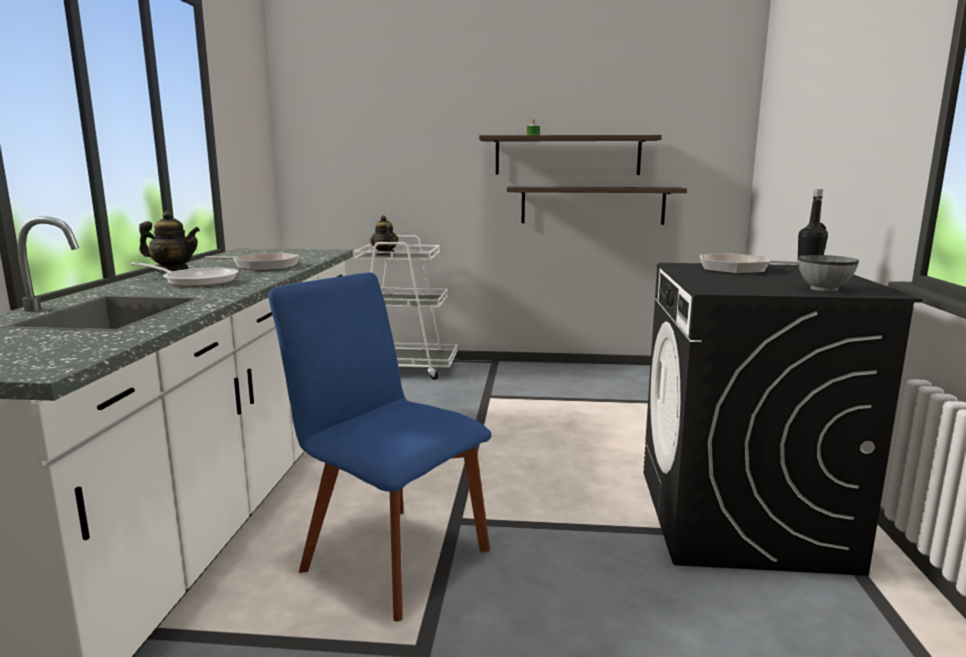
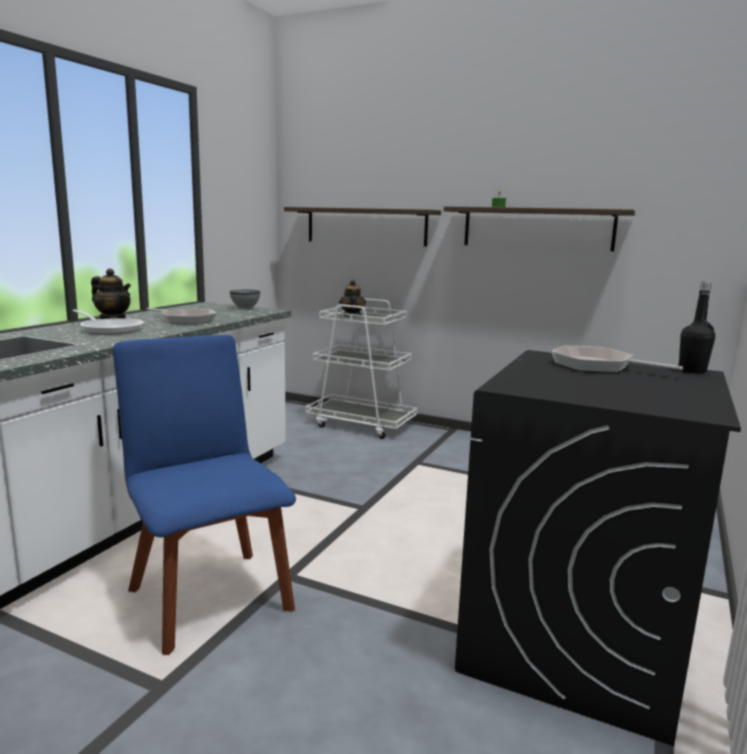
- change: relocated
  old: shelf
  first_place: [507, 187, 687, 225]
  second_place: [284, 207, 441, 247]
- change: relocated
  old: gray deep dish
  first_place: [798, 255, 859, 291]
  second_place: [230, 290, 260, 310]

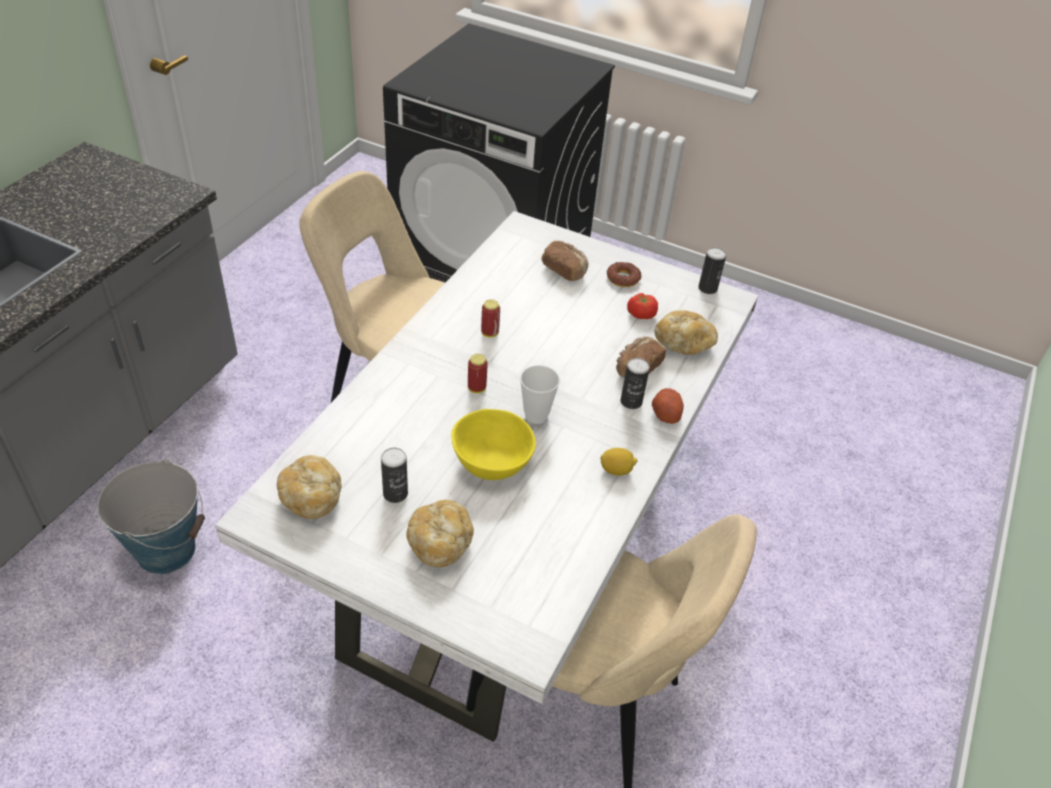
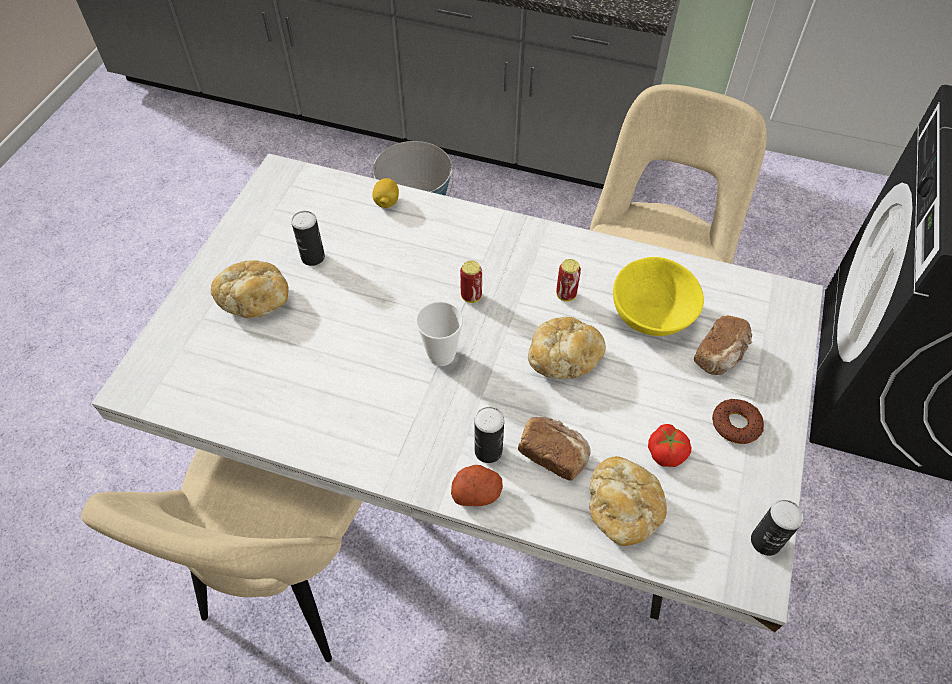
- change: relocated
  old: yellow deep dish
  first_place: [451, 409, 536, 480]
  second_place: [613, 257, 704, 336]
- change: relocated
  old: citrus fruit
  first_place: [600, 448, 637, 476]
  second_place: [372, 178, 399, 208]
- change: relocated
  old: baked bread
  first_place: [277, 455, 342, 519]
  second_place: [528, 317, 606, 379]

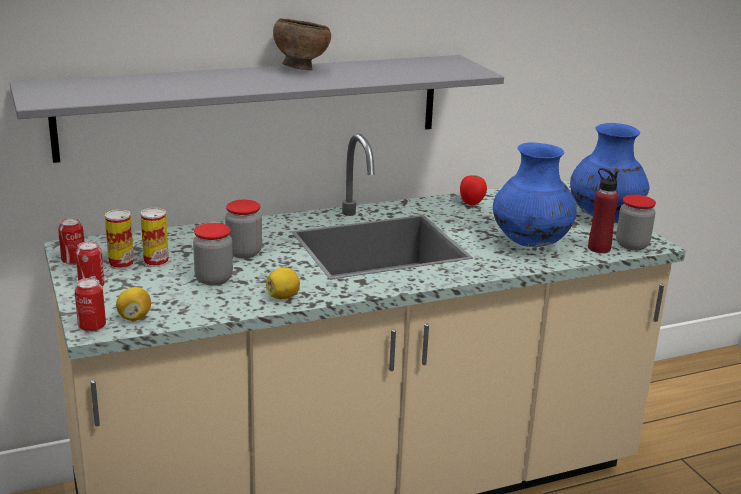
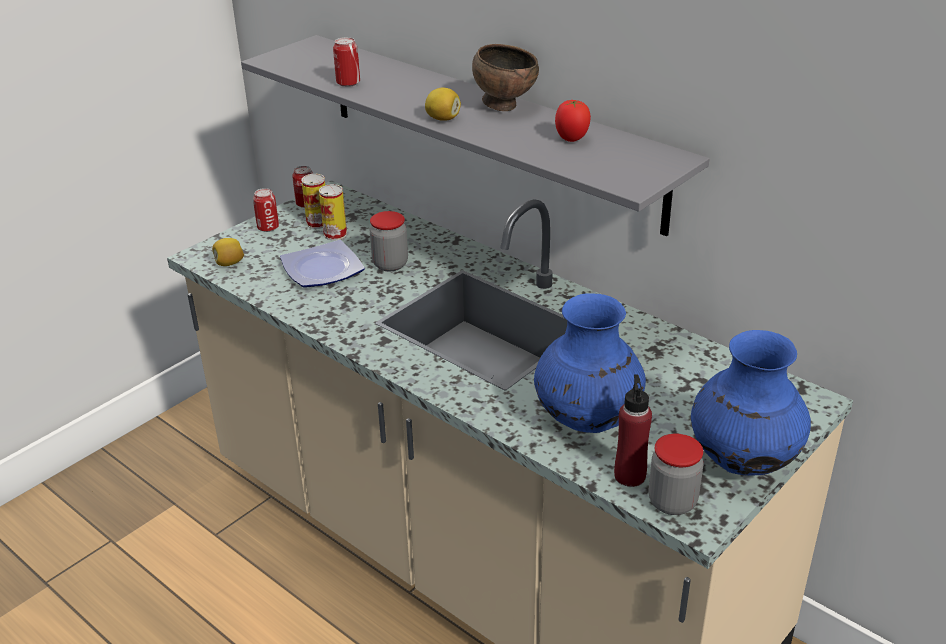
- change: relocated
  old: fresh tomato
  first_place: [460, 175, 487, 205]
  second_place: [555, 100, 591, 142]
- change: exchanged
  old: preserve jar
  new: plate
  first_place: [193, 223, 233, 286]
  second_place: [280, 240, 365, 288]
- change: relocated
  old: citrus fruit
  first_place: [266, 267, 300, 299]
  second_place: [425, 88, 461, 121]
- change: relocated
  old: can
  first_place: [75, 278, 106, 332]
  second_place: [333, 37, 360, 87]

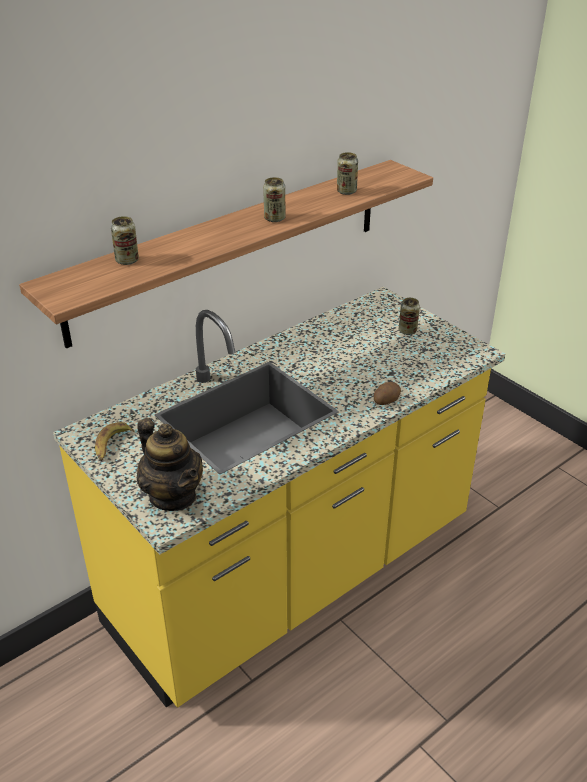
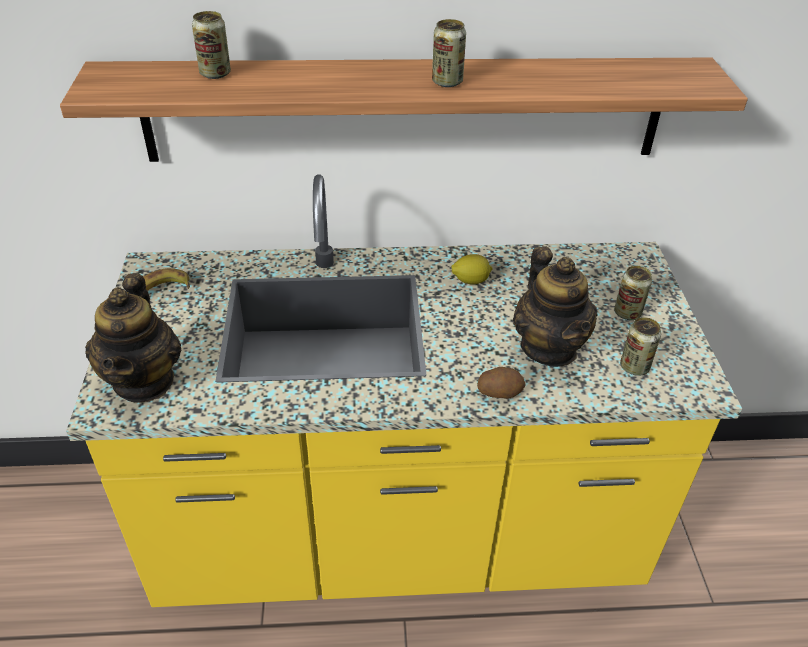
- change: relocated
  old: can
  first_place: [337, 152, 358, 195]
  second_place: [620, 317, 661, 376]
- change: appeared
  new: tea pot
  second_place: [513, 246, 598, 367]
- change: appeared
  new: citrus fruit
  second_place: [451, 254, 493, 285]

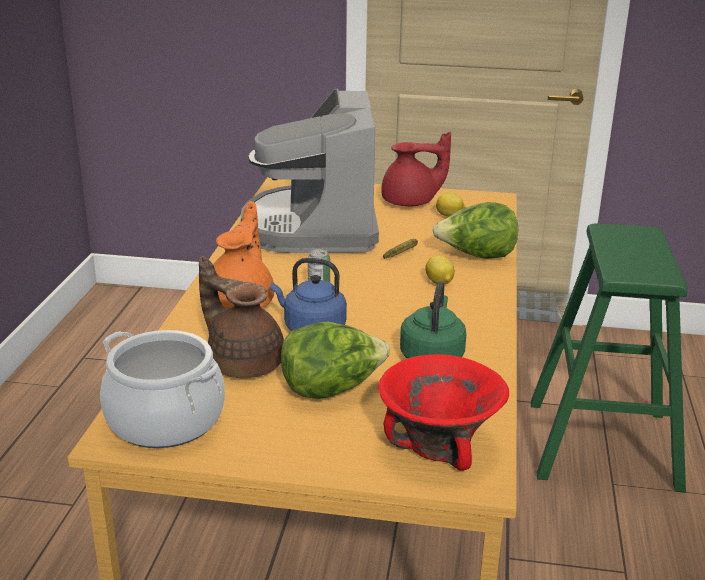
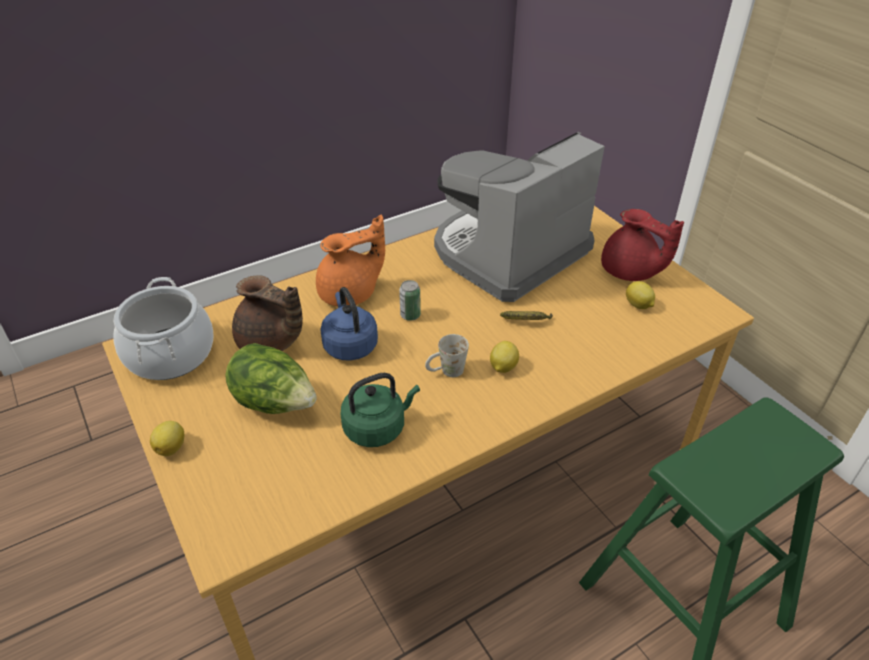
- change: missing
  old: lettuce
  first_place: [432, 202, 518, 259]
- change: spun
  old: brownish tea pot
  first_place: [199, 256, 284, 378]
  second_place: [232, 275, 303, 351]
  degrees: 120
- change: missing
  old: red-coloured deep dish
  first_place: [378, 354, 509, 471]
- change: appeared
  new: white coffee mug
  second_place: [425, 334, 469, 377]
- change: appeared
  new: citrus fruit
  second_place: [150, 421, 184, 456]

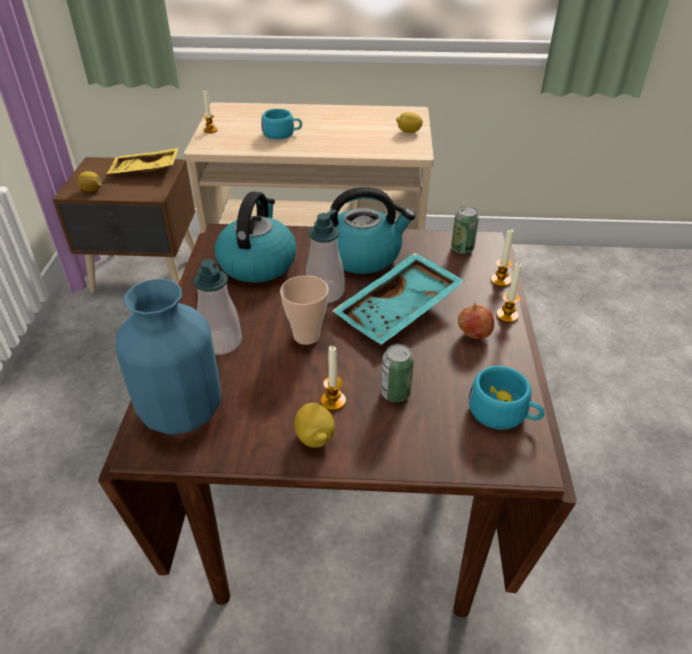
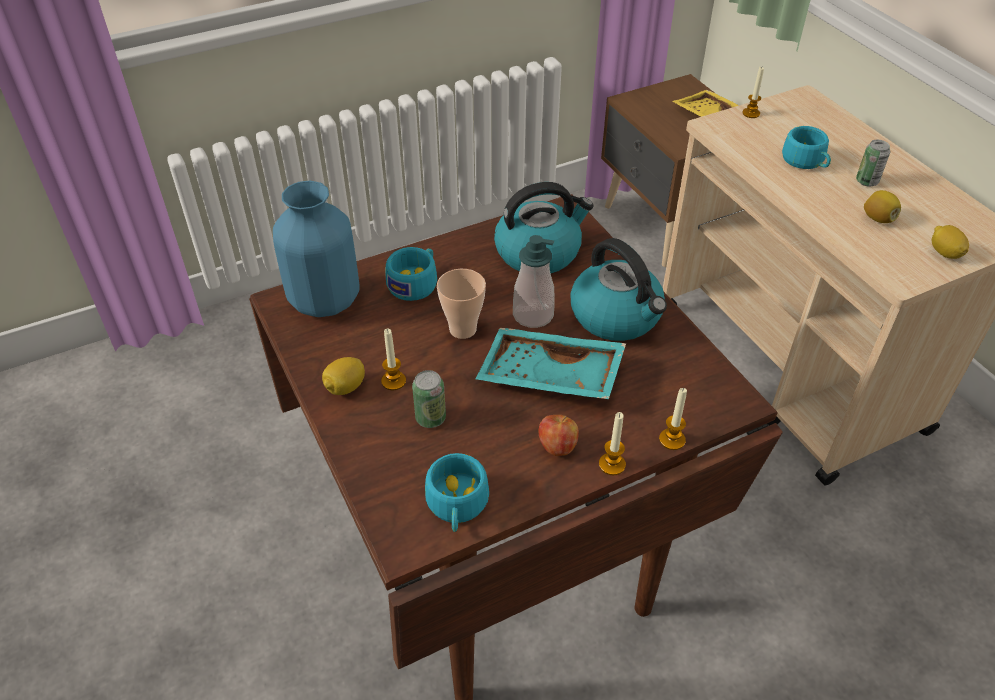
- change: relocated
  old: citrus fruit
  first_place: [79, 171, 101, 192]
  second_place: [864, 190, 901, 223]
- change: relocated
  old: can
  first_place: [451, 206, 479, 254]
  second_place: [856, 140, 890, 187]
- change: exchanged
  old: soap dispenser
  new: turquoise small cup
  first_place: [193, 259, 242, 355]
  second_place: [386, 247, 437, 301]

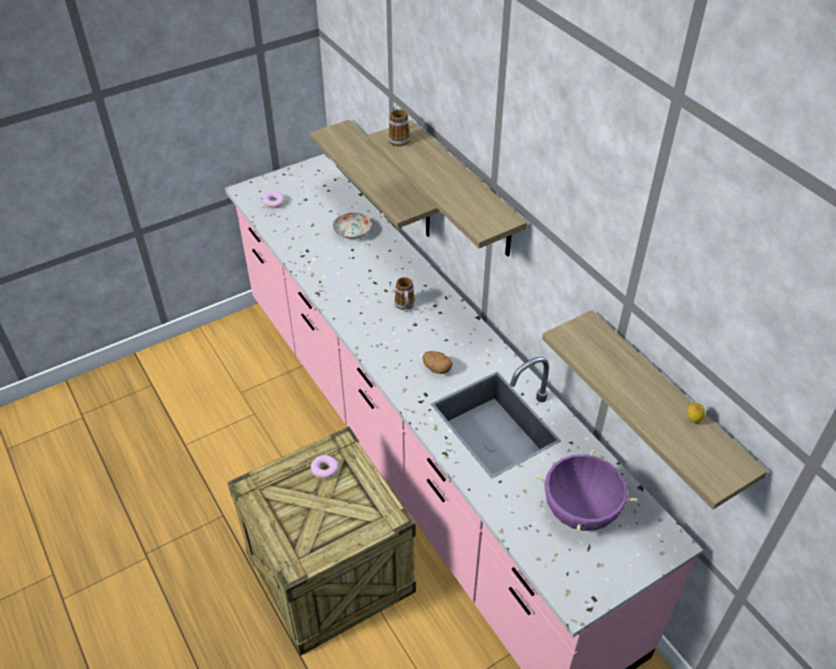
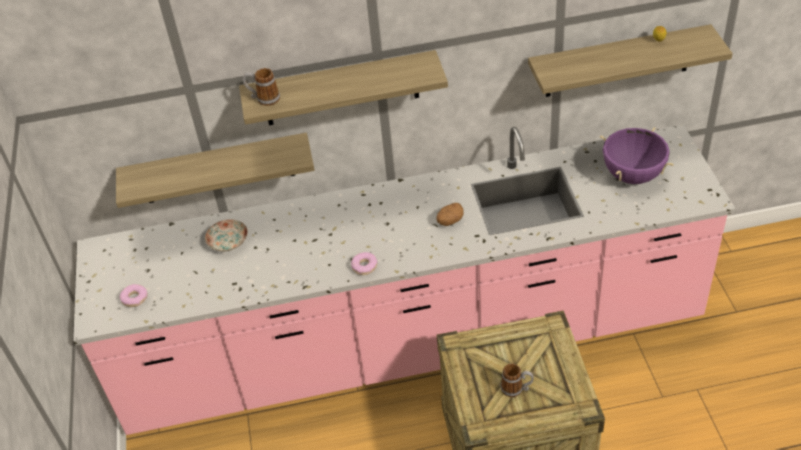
- change: relocated
  old: coffee mug
  first_place: [394, 277, 415, 312]
  second_place: [501, 363, 534, 397]
- change: relocated
  old: donut
  first_place: [311, 455, 338, 479]
  second_place: [351, 252, 377, 275]

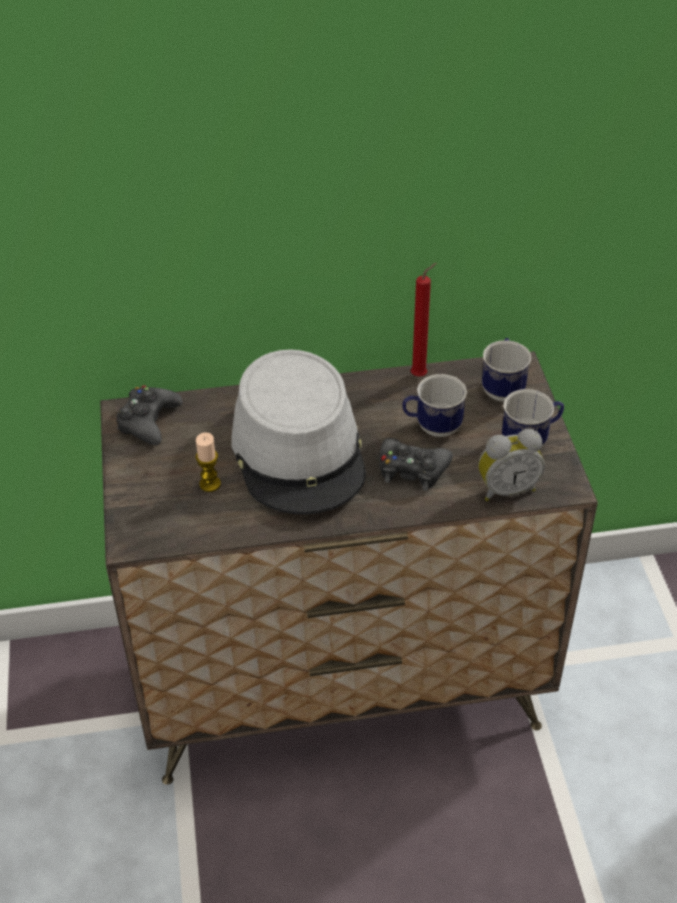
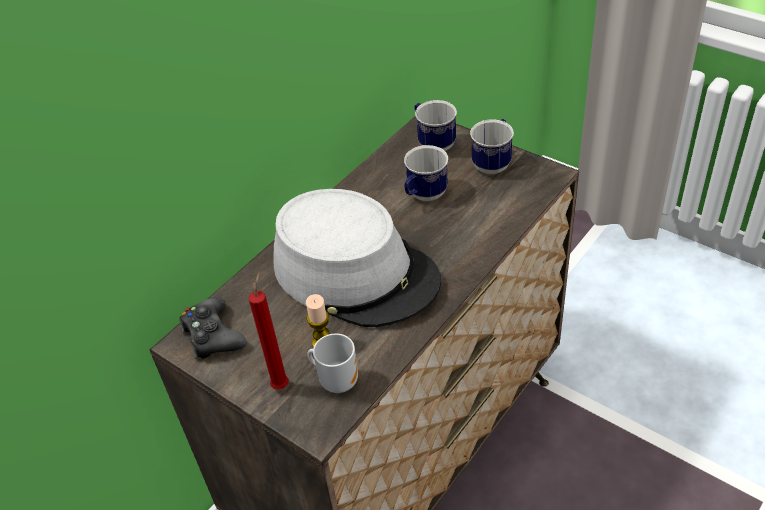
- change: relocated
  old: red-coloured candle
  first_place: [411, 263, 436, 376]
  second_place: [248, 272, 289, 389]
- change: missing
  old: bedside clock
  first_place: [478, 429, 545, 501]
- change: missing
  old: blackish gamepad
  first_place: [379, 438, 453, 491]
- change: appeared
  new: coffee mug
  second_place: [307, 334, 358, 393]

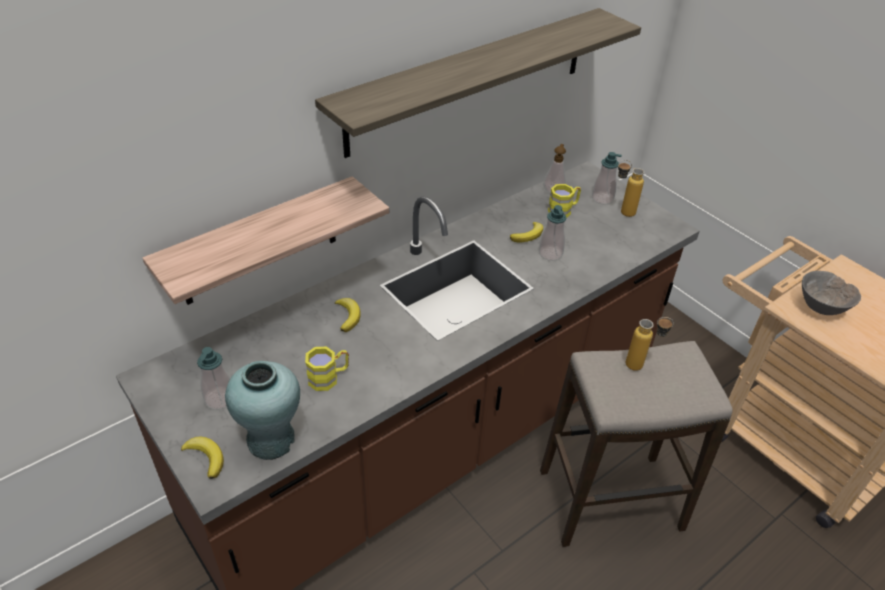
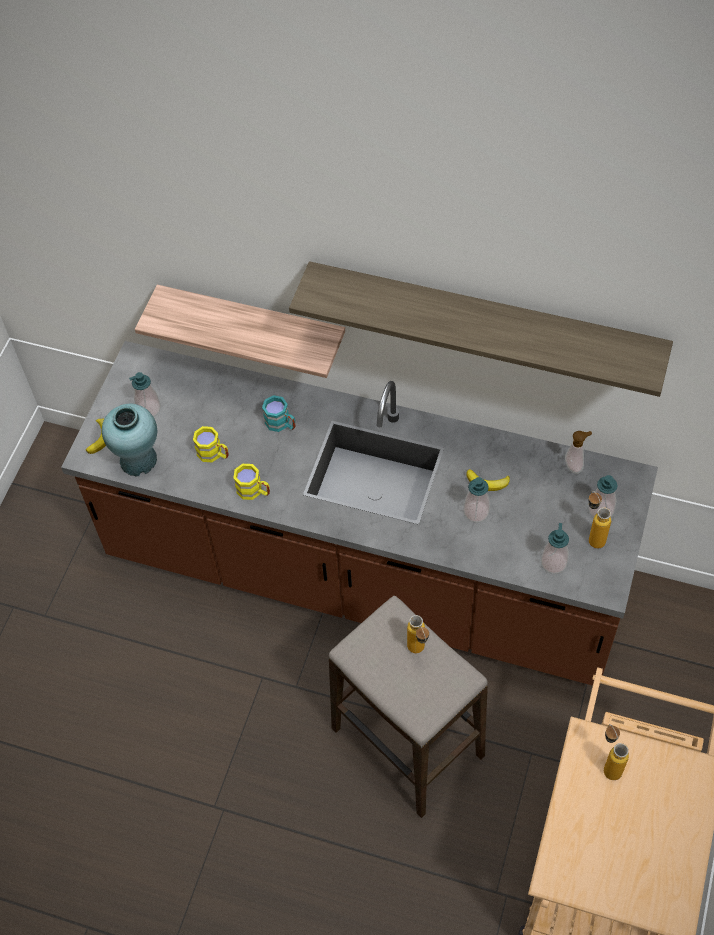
- change: relocated
  old: yellow coffee mug
  first_place: [548, 184, 581, 218]
  second_place: [233, 464, 270, 500]
- change: exchanged
  old: gray deep dish
  new: drink bottle
  first_place: [802, 271, 861, 315]
  second_place: [604, 724, 629, 780]
- change: exchanged
  old: banana fruit
  new: turquoise coffee mug
  first_place: [335, 298, 361, 332]
  second_place: [262, 395, 295, 432]
- change: appeared
  new: soap dispenser
  second_place: [541, 523, 569, 574]

